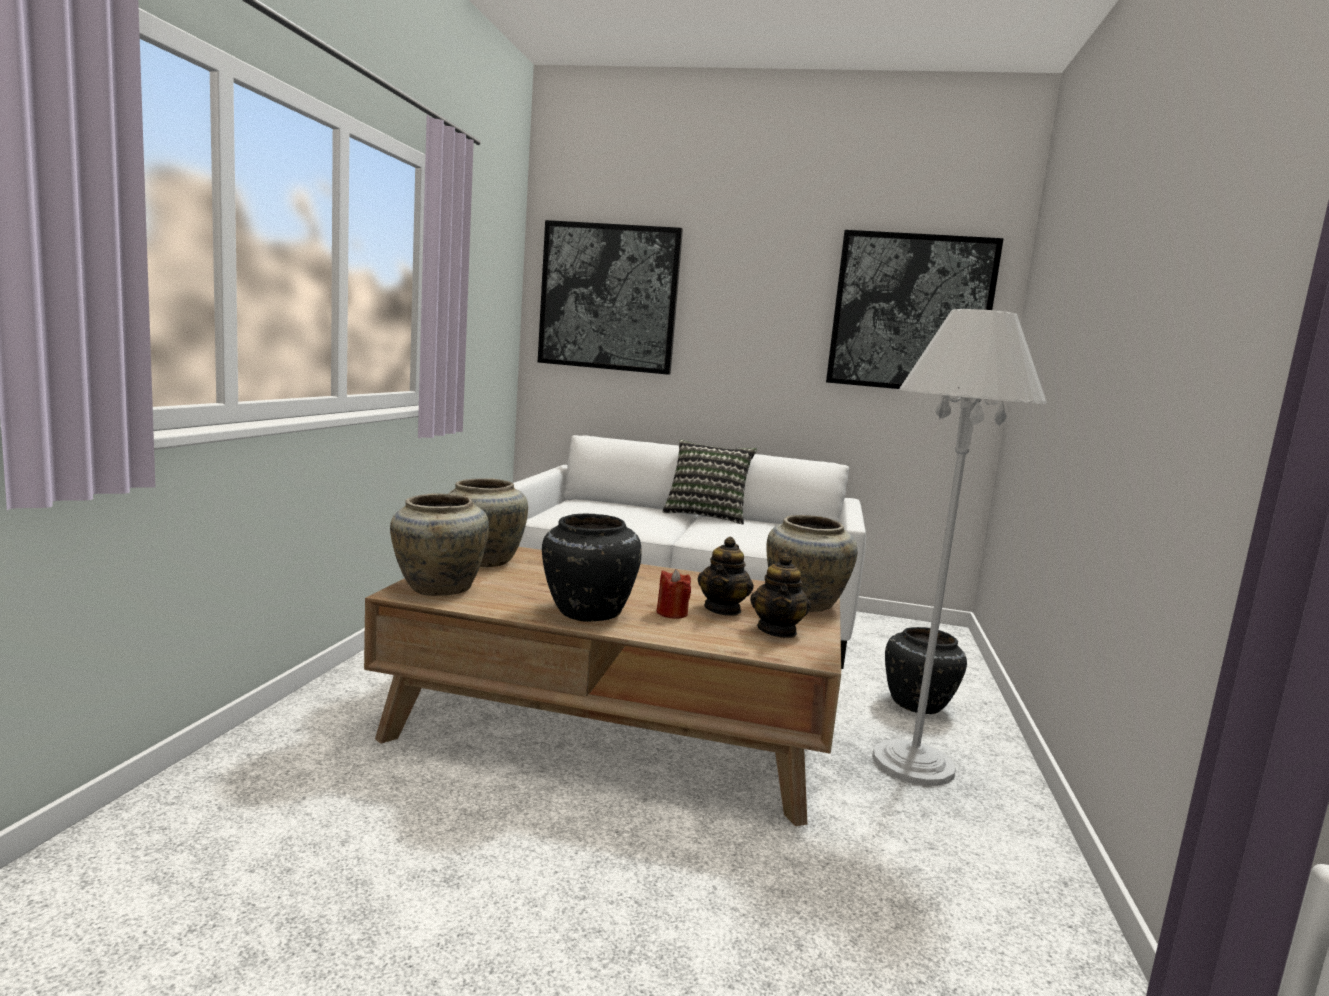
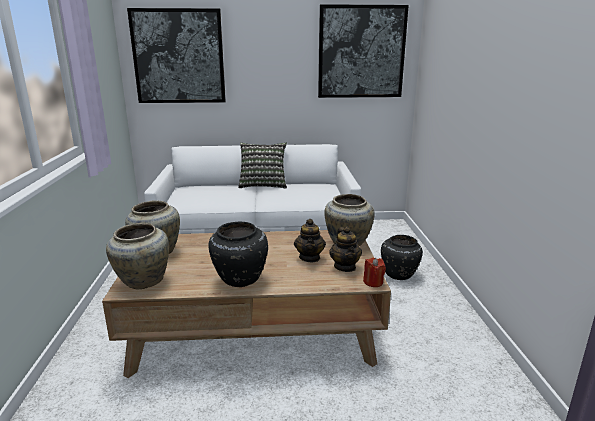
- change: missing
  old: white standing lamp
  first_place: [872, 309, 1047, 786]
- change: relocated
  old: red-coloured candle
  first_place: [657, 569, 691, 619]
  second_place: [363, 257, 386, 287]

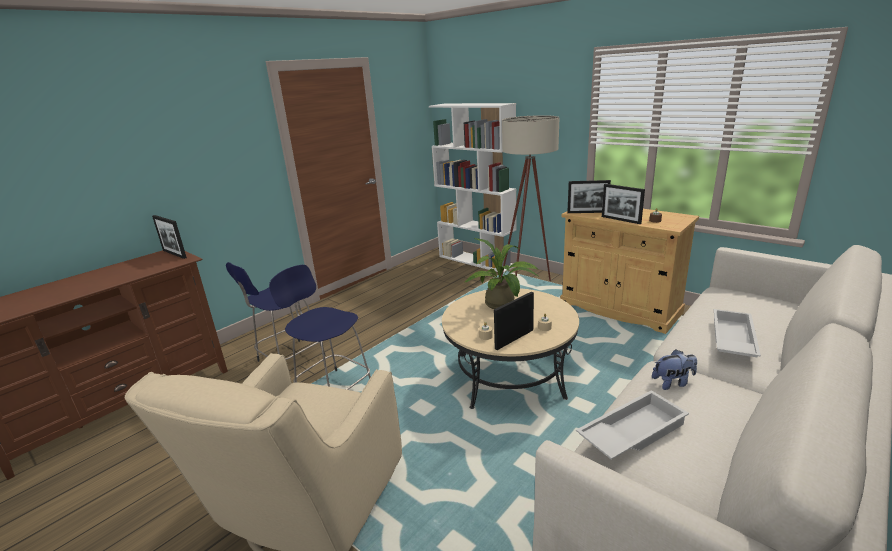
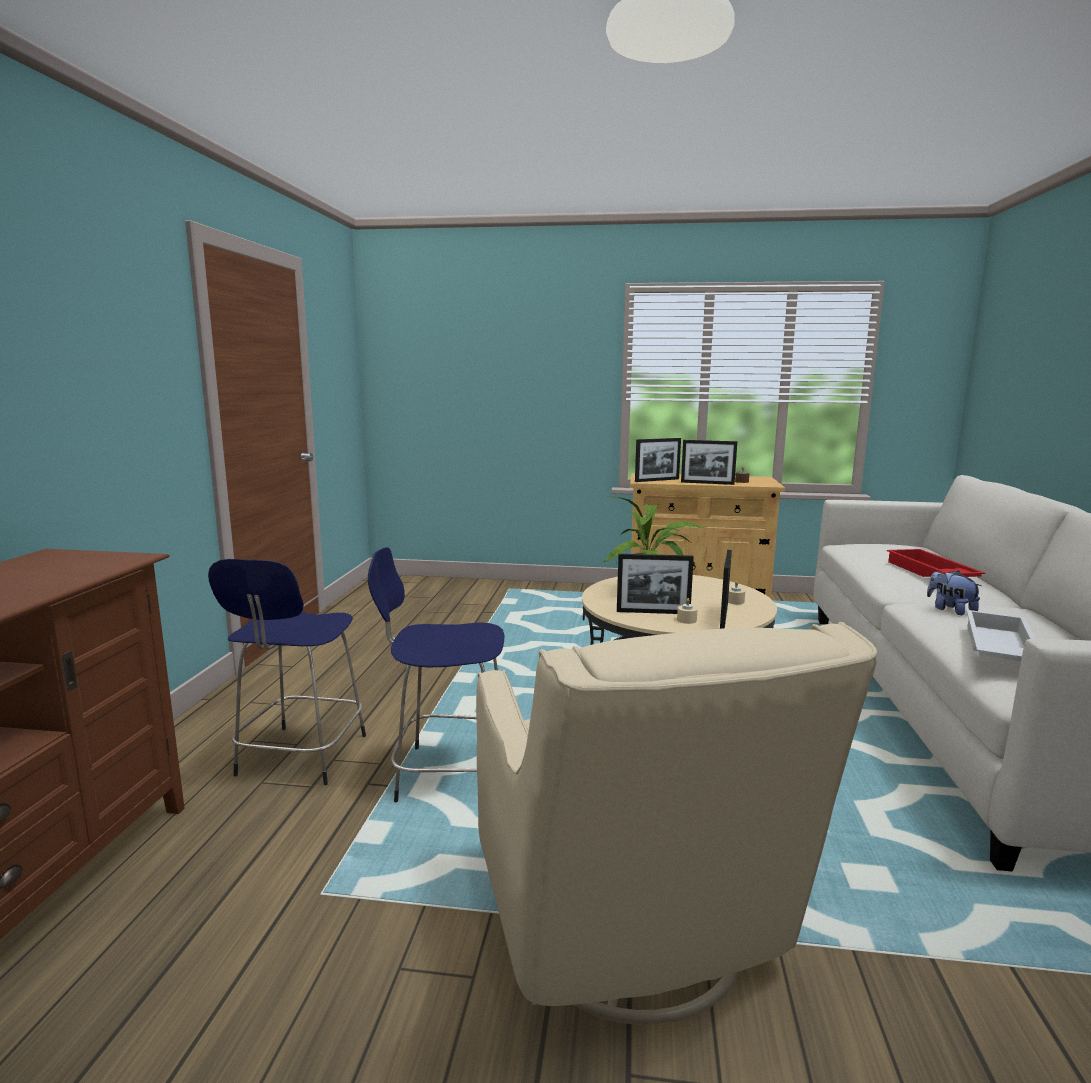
- change: missing
  old: white bookshelf
  first_place: [429, 103, 517, 273]
- change: missing
  old: beige standing lamp
  first_place: [501, 115, 559, 281]
- change: relocated
  old: picture frame
  first_place: [152, 215, 187, 259]
  second_place: [617, 554, 694, 614]
- change: colour
  old: white carrying tray
  new: red-coloured carrying tray
  first_place: [714, 309, 761, 358]
  second_place: [887, 549, 985, 577]
- change: spun
  old: plush toy
  first_place: [652, 350, 697, 390]
  second_place: [927, 570, 982, 615]
  degrees: -75

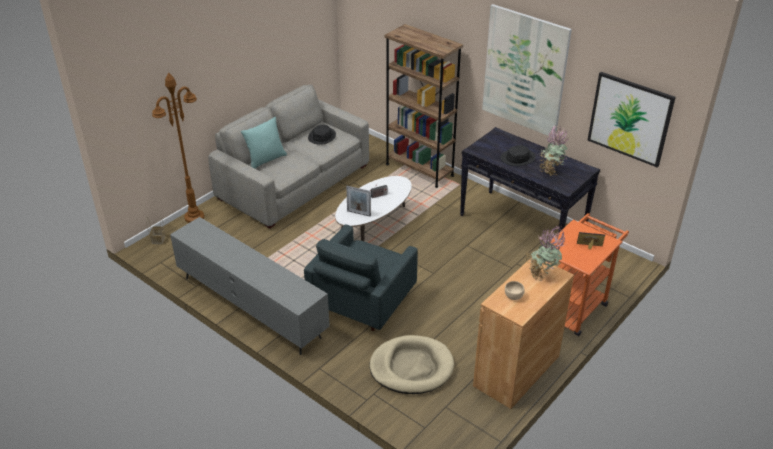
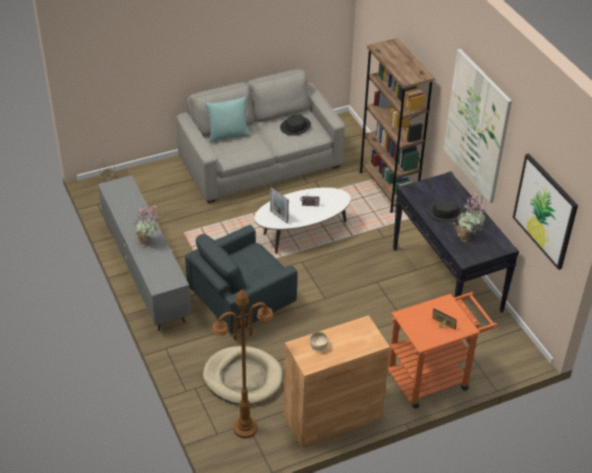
- change: relocated
  old: brownish standing lamp
  first_place: [152, 72, 204, 223]
  second_place: [212, 289, 273, 438]
- change: relocated
  old: plant in a pot
  first_place: [526, 226, 565, 281]
  second_place: [134, 203, 160, 246]

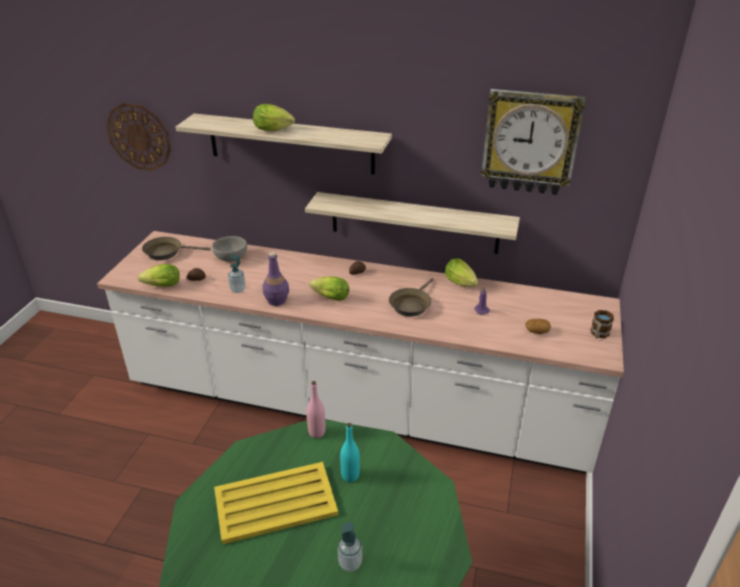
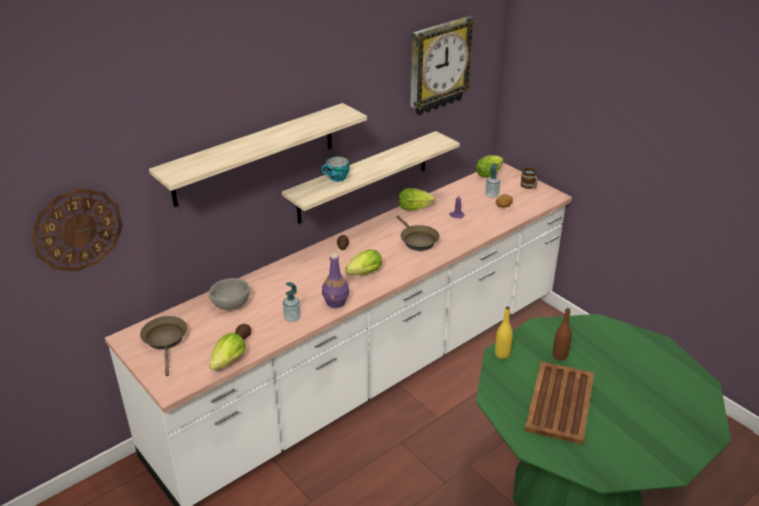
- change: relocated
  old: lettuce
  first_place: [253, 104, 295, 131]
  second_place: [476, 155, 504, 178]
- change: spun
  old: brownish skillet
  first_place: [142, 237, 211, 260]
  second_place: [140, 316, 187, 376]
  degrees: 135
- change: colour
  old: pink drink bottle
  new: yellow drink bottle
  first_place: [307, 381, 325, 438]
  second_place: [495, 306, 513, 359]
- change: colour
  old: turquoise drink bottle
  new: brownish drink bottle
  first_place: [340, 423, 360, 482]
  second_place: [553, 308, 572, 360]
- change: colour
  old: yellow carrying tray
  new: brownish carrying tray
  first_place: [214, 462, 338, 545]
  second_place: [524, 361, 594, 445]
- change: relocated
  old: soap dispenser
  first_place: [338, 522, 362, 572]
  second_place: [485, 163, 500, 198]
- change: appeared
  new: small cup
  second_place: [321, 156, 349, 182]

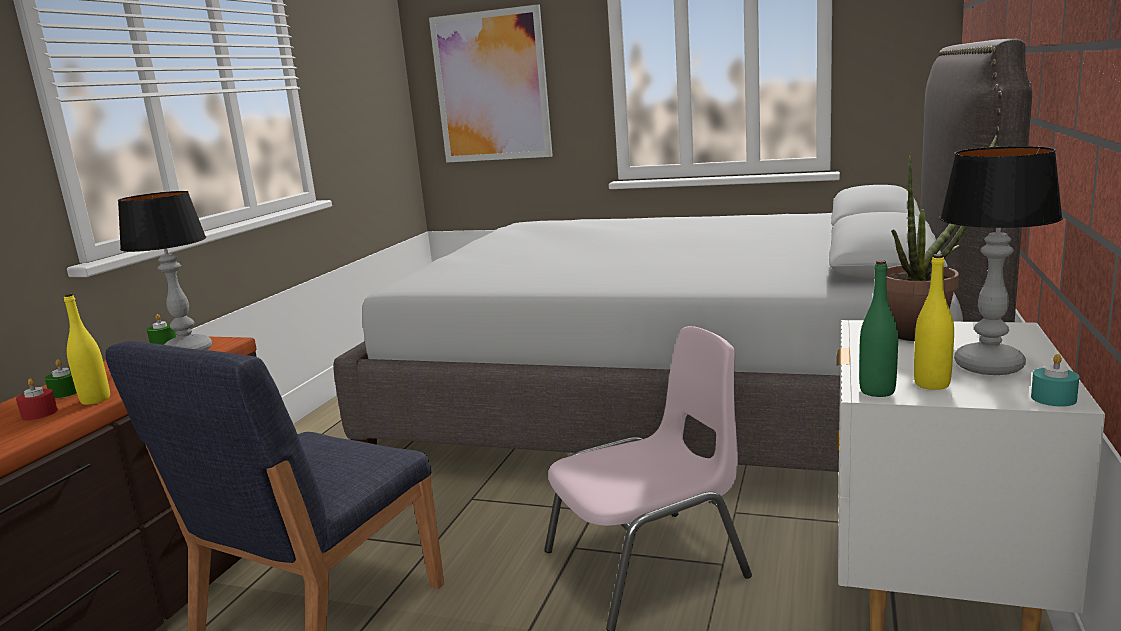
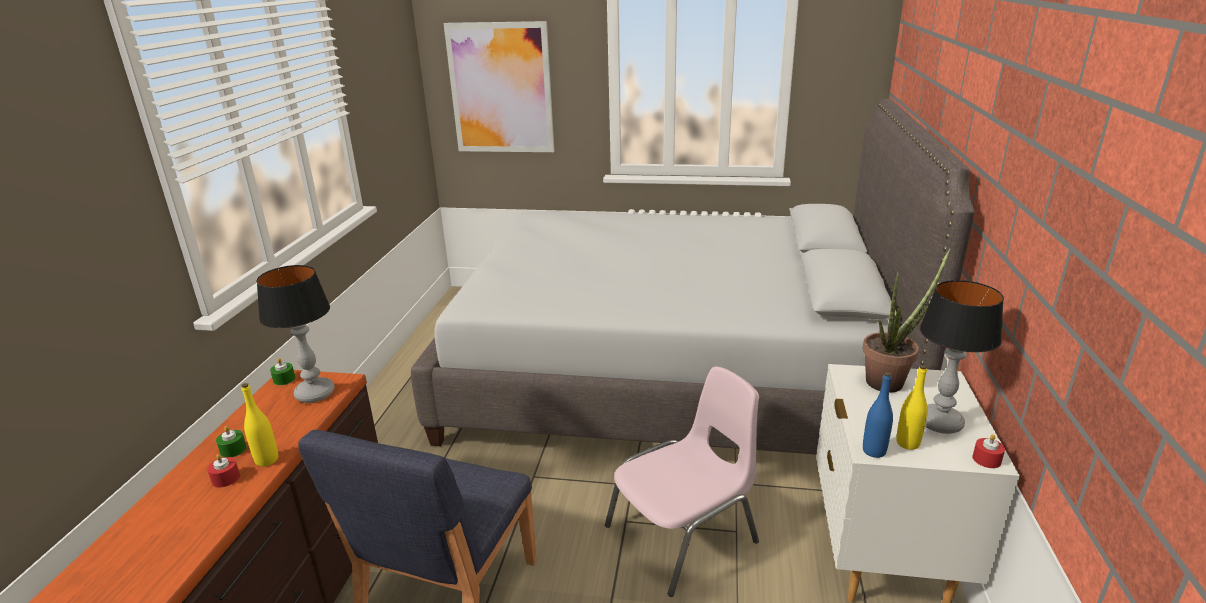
- change: colour
  old: greenish drink bottle
  new: blue drink bottle
  first_place: [859, 260, 898, 397]
  second_place: [863, 372, 893, 458]
- change: colour
  old: turquoise candle
  new: red-coloured candle
  first_place: [1031, 354, 1079, 407]
  second_place: [972, 434, 1005, 468]

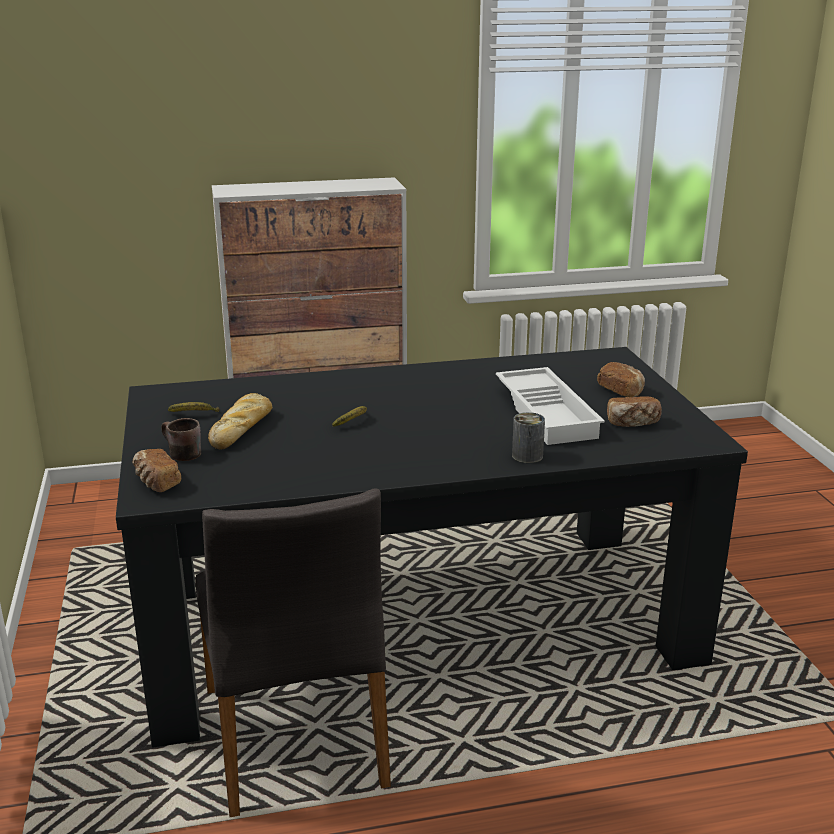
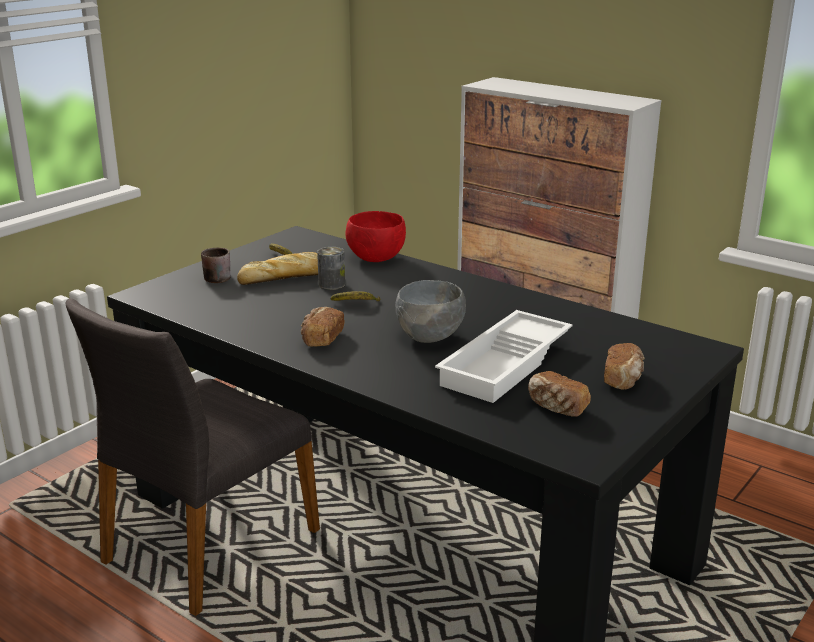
- change: relocated
  old: can
  first_place: [512, 412, 545, 463]
  second_place: [317, 247, 345, 290]
- change: relocated
  old: baked bread
  first_place: [133, 449, 181, 492]
  second_place: [301, 307, 345, 347]
- change: appeared
  new: red-coloured deep dish
  second_place: [345, 211, 406, 262]
- change: appeared
  new: gray deep dish
  second_place: [395, 280, 466, 343]

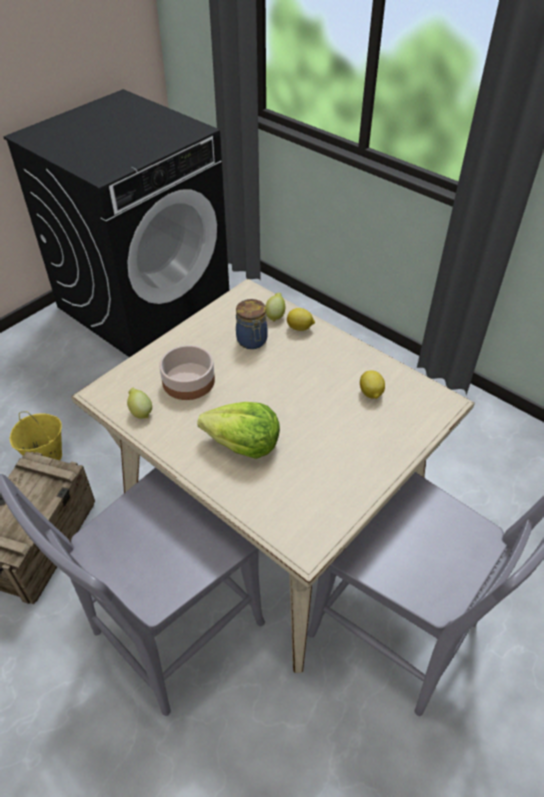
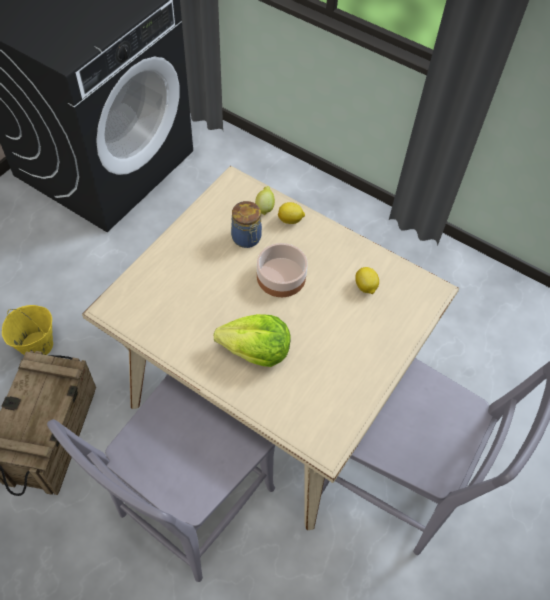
- change: relocated
  old: deep dish
  first_place: [159, 345, 215, 400]
  second_place: [257, 243, 308, 297]
- change: missing
  old: citrus fruit
  first_place: [127, 388, 152, 418]

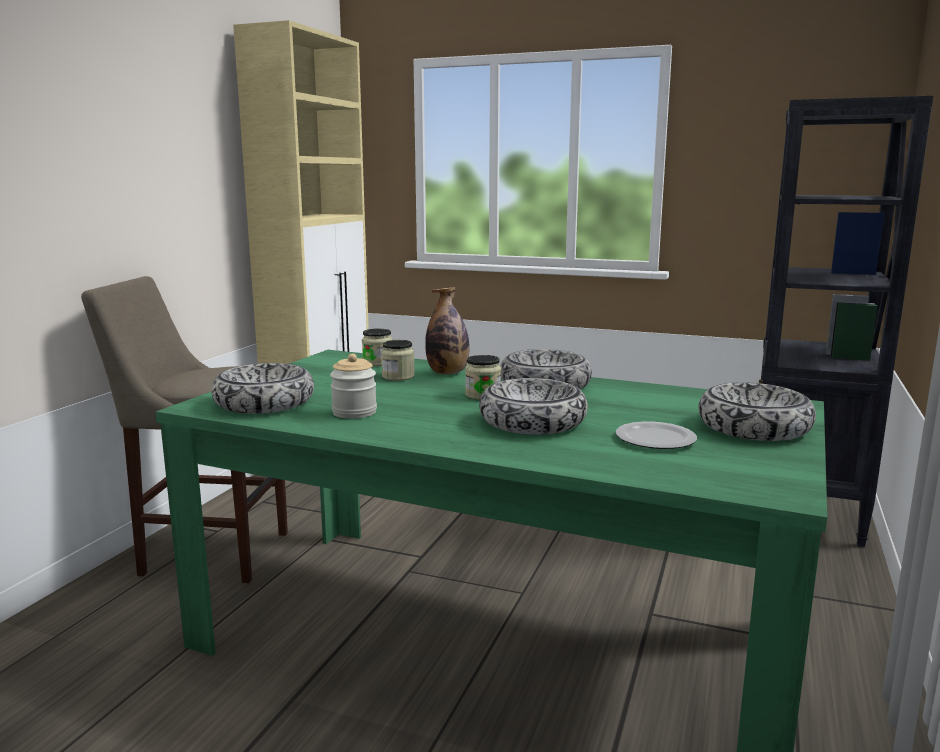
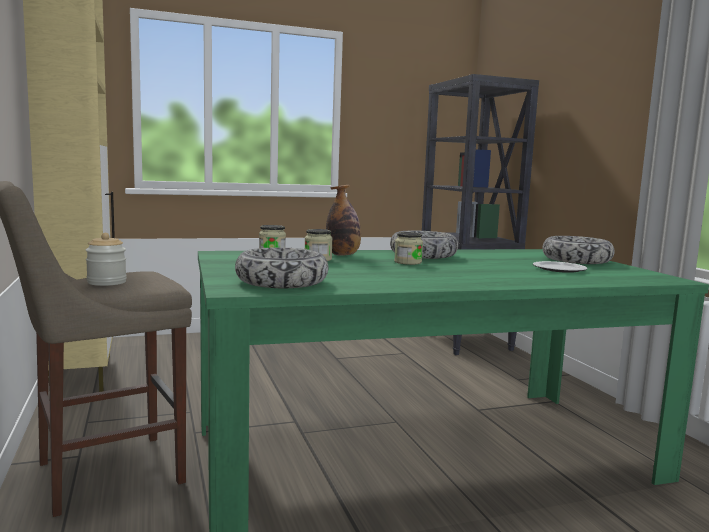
- change: relocated
  old: preserve jar
  first_place: [330, 353, 377, 419]
  second_place: [85, 233, 127, 286]
- change: missing
  old: deep dish
  first_place: [479, 378, 588, 435]

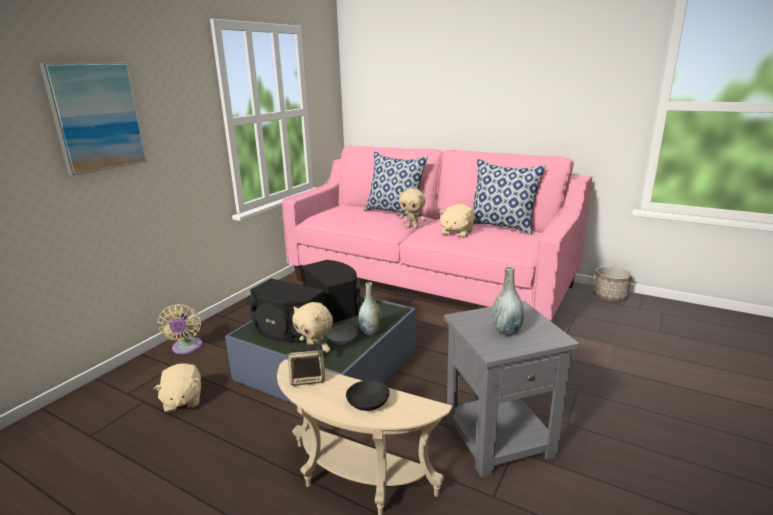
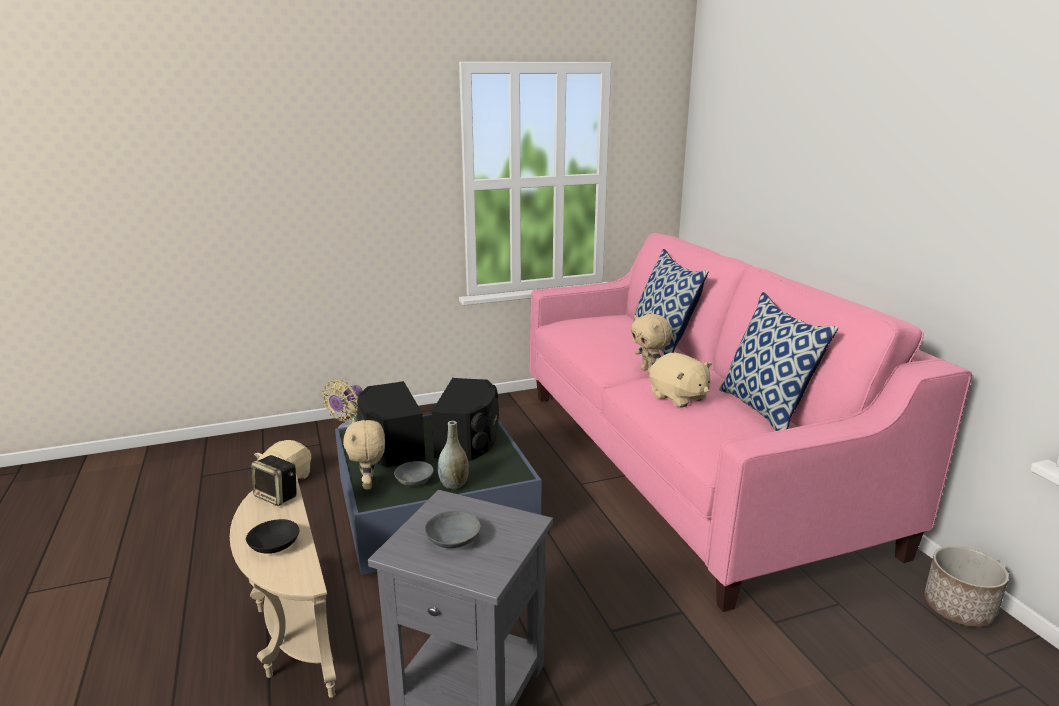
- change: missing
  old: wall art
  first_place: [39, 62, 147, 176]
- change: spun
  old: beige plush toy
  first_place: [439, 204, 475, 238]
  second_place: [649, 353, 712, 408]
  degrees: -105
- change: exchanged
  old: gray decorative vase
  new: gray deep dish
  first_place: [492, 266, 524, 336]
  second_place: [425, 511, 481, 548]

